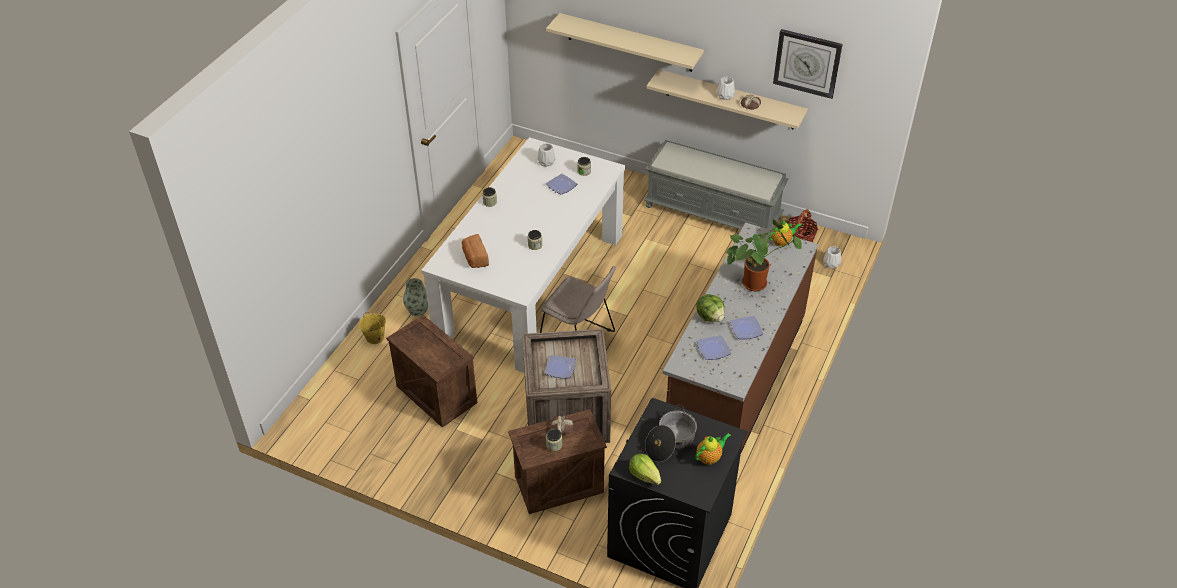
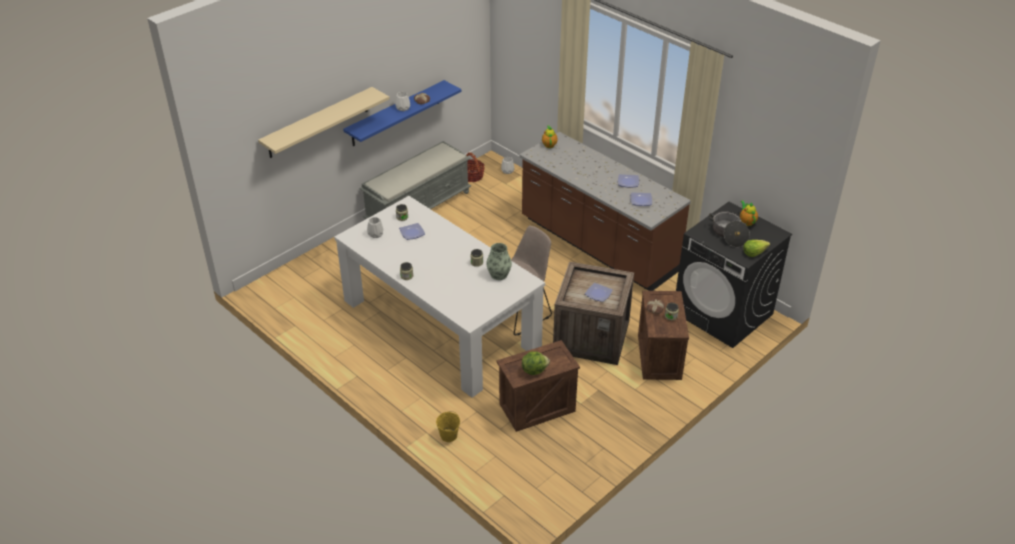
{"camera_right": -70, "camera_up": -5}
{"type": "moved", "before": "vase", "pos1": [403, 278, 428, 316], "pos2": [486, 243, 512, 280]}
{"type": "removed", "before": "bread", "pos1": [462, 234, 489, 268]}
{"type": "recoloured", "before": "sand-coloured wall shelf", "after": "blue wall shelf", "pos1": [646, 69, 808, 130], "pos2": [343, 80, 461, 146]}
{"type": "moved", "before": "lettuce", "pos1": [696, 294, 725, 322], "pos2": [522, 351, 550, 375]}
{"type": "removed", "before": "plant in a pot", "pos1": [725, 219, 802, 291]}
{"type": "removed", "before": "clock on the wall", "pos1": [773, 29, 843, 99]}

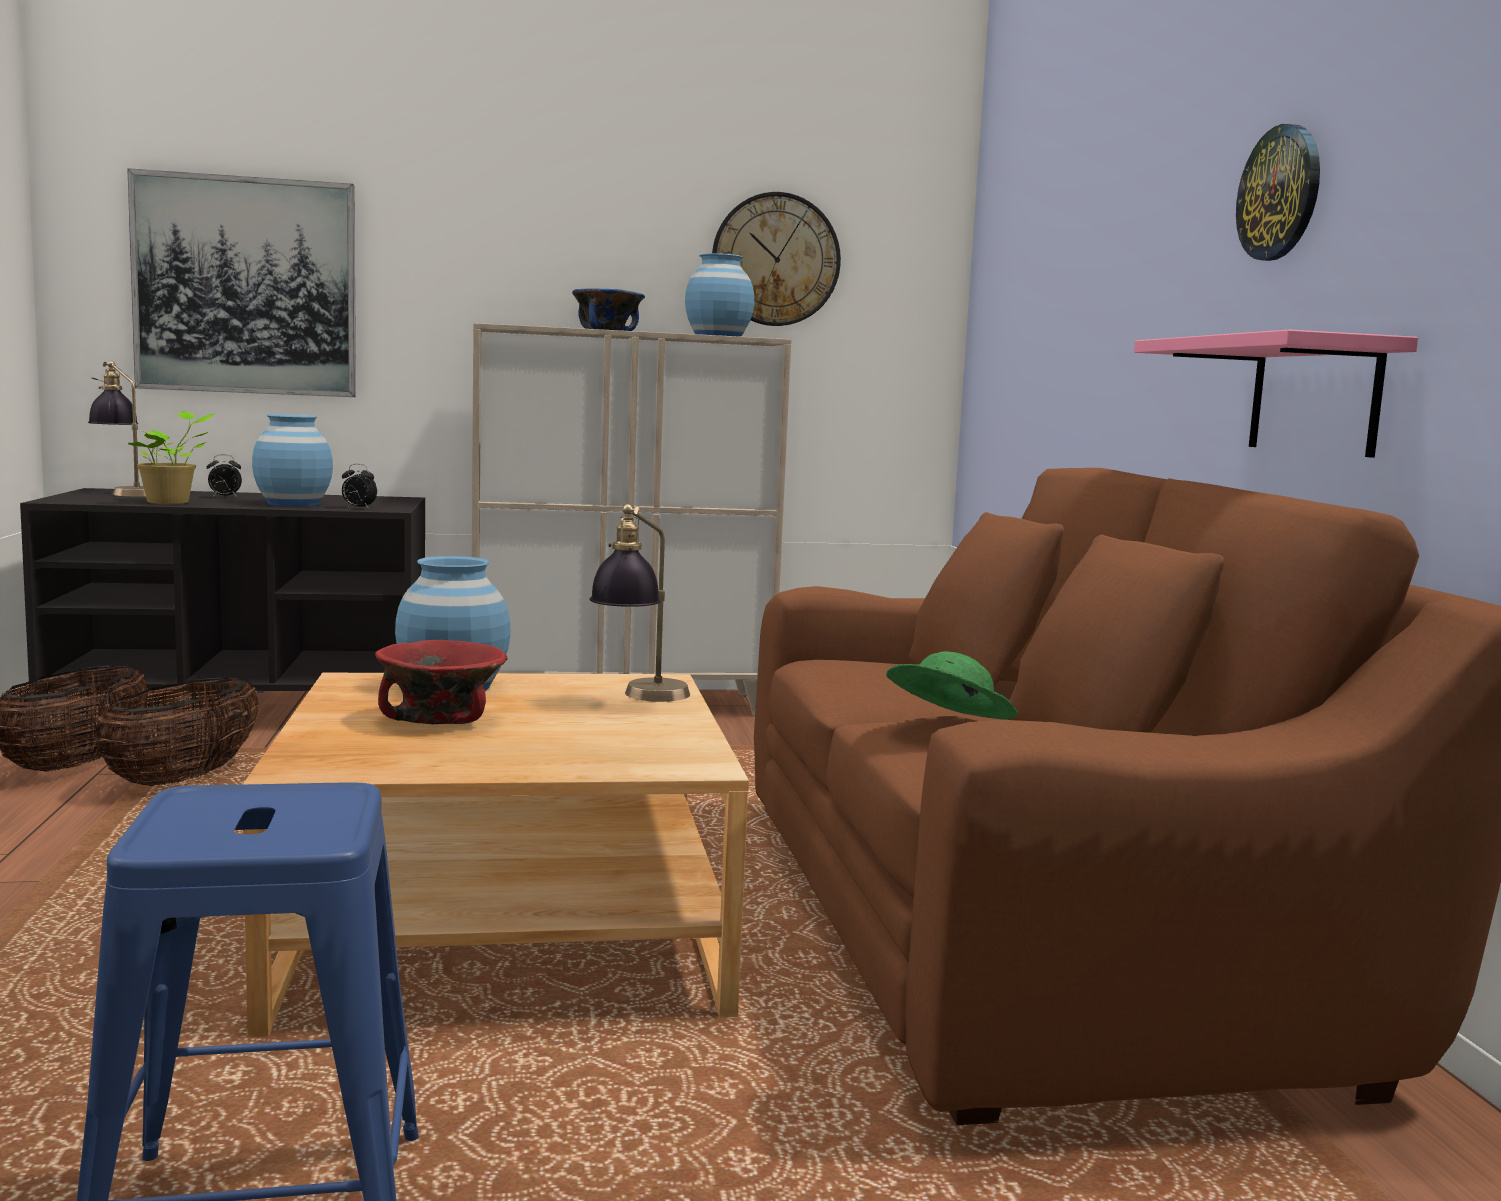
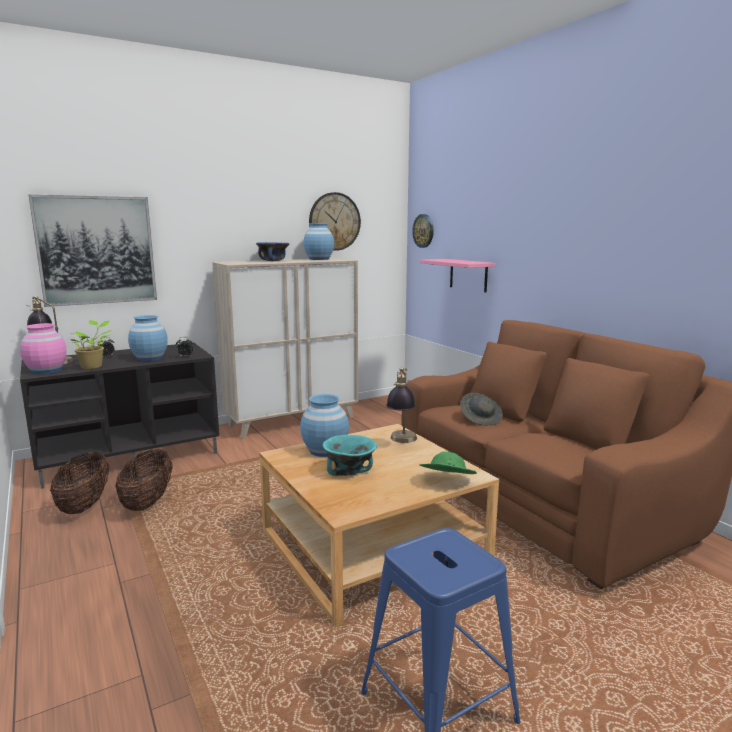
{"camera_right": -20, "camera_up": 5}
{"type": "recoloured", "before": "red-coloured deep dish", "after": "turquoise-coloured deep dish", "pos1": [375, 640, 507, 724], "pos2": [323, 435, 377, 476]}
{"type": "moved", "before": "greenish hat", "pos1": [886, 651, 1018, 720], "pos2": [419, 452, 477, 474]}
{"type": "moved", "before": "pink-coloured wall shelf", "pos1": [1134, 330, 1418, 458], "pos2": [419, 259, 496, 292]}
{"type": "moved", "before": "clock on the wall", "pos1": [1236, 124, 1320, 261], "pos2": [412, 214, 434, 248]}
{"type": "added", "after": "pink-coloured vase", "pos2": [20, 323, 67, 374]}
{"type": "added", "after": "gray hat", "pos2": [460, 393, 503, 426]}

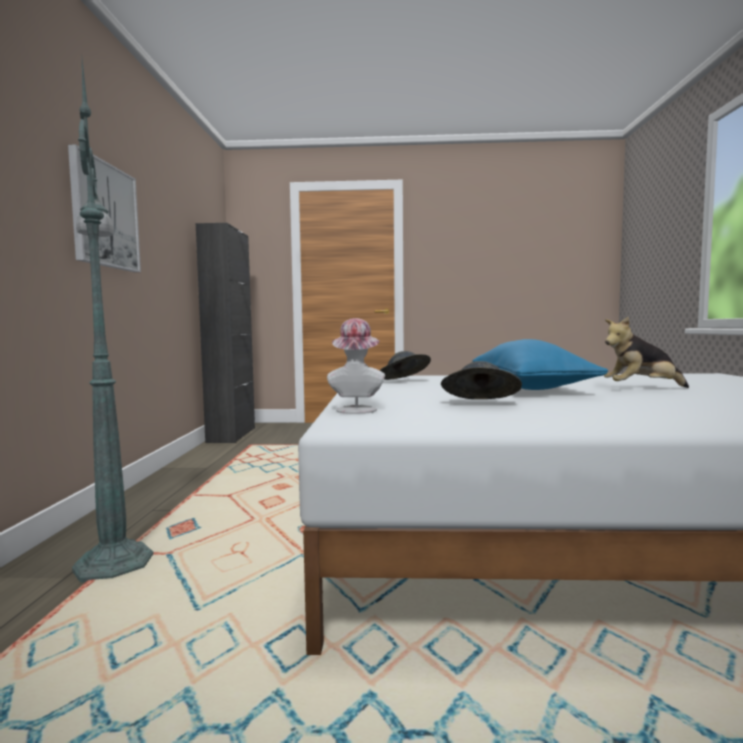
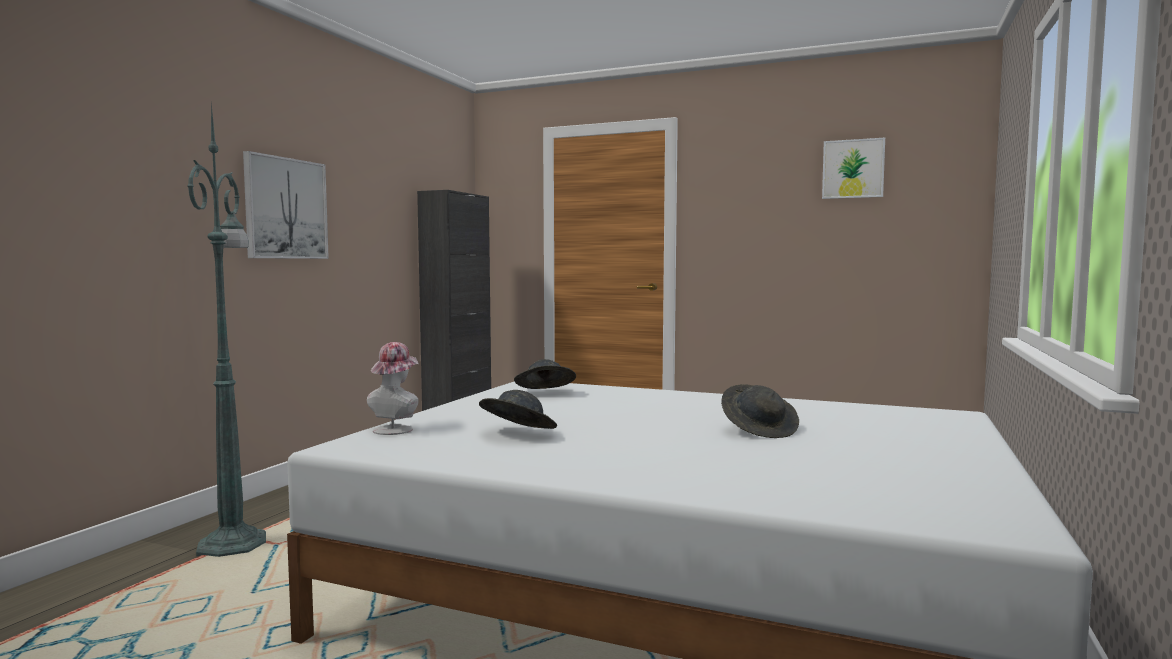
{"camera_right": 20, "camera_up": 0}
{"type": "removed", "before": "blue cushion", "pos1": [472, 339, 608, 390]}
{"type": "replaced", "before": "soft toy", "after": "gray hat", "pos1": [604, 316, 689, 388], "pos2": [721, 384, 799, 438]}
{"type": "added", "after": "wall art", "pos2": [822, 138, 885, 199]}

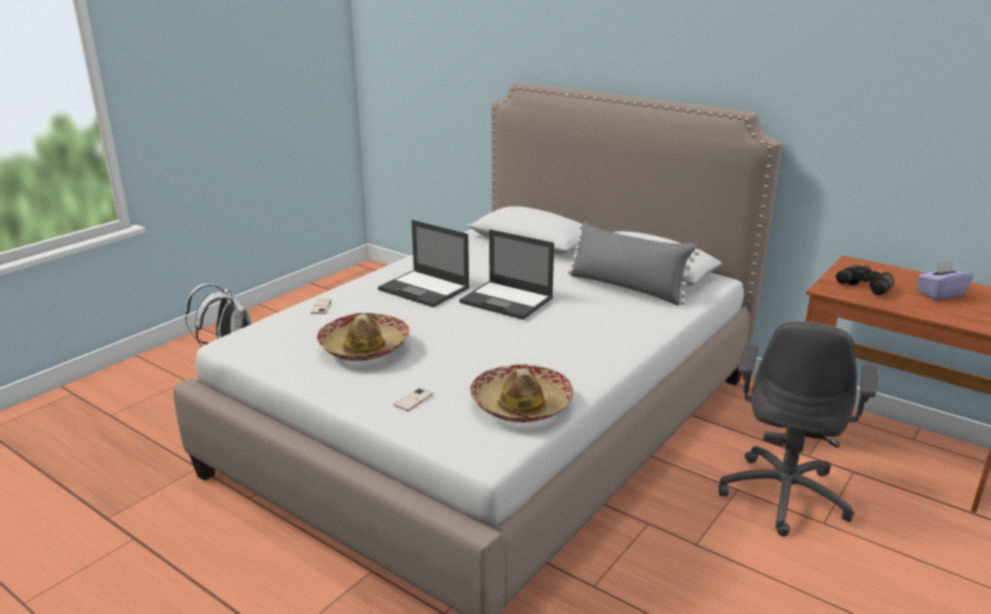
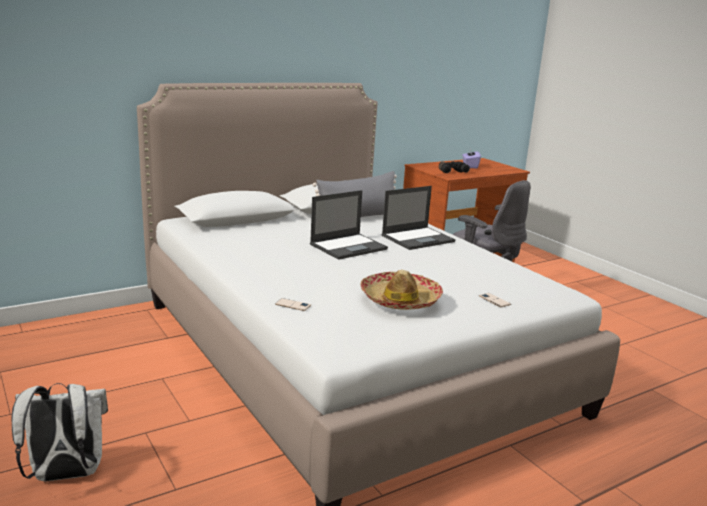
{"camera_right": -70, "camera_up": -5}
{"type": "moved", "before": "laptop", "pos1": [378, 220, 470, 307], "pos2": [382, 186, 455, 250]}
{"type": "removed", "before": "hat", "pos1": [470, 364, 573, 422]}

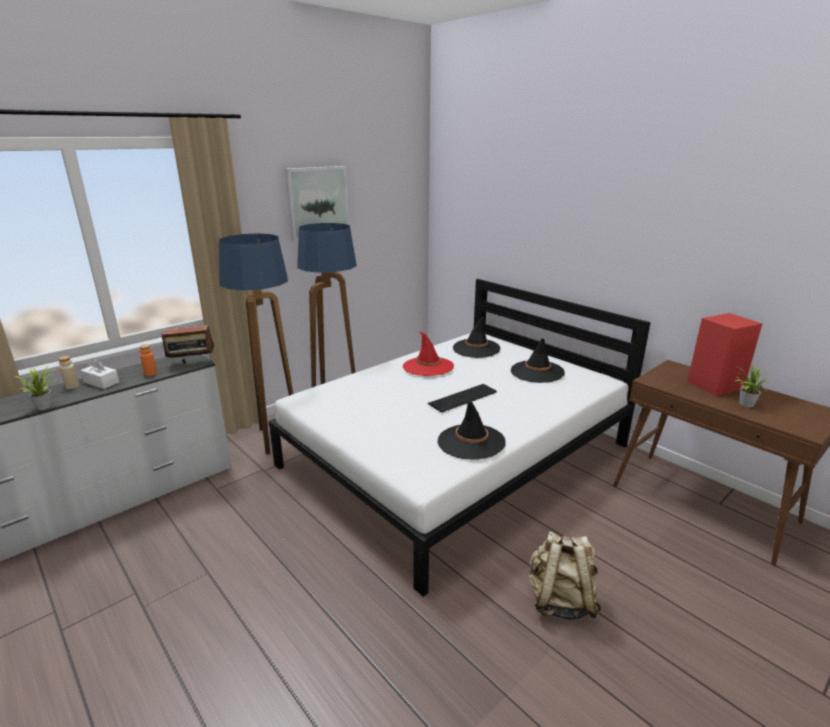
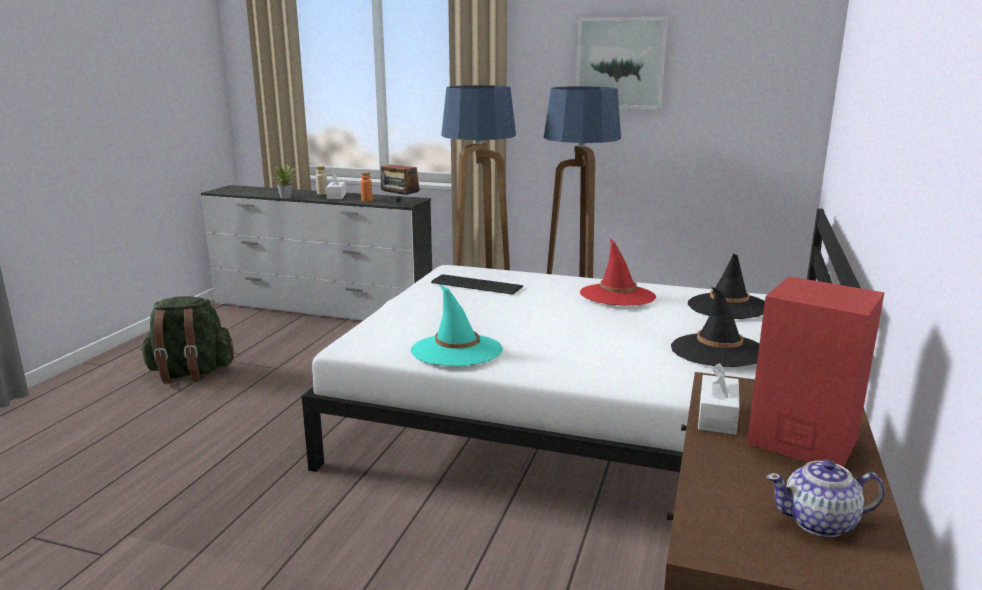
{"camera_right": 60, "camera_up": -5}
{"type": "moved", "before": "keyboard", "pos1": [428, 384, 497, 413], "pos2": [431, 274, 523, 295]}
{"type": "recoloured", "before": "black hat", "after": "turquoise-coloured hat", "pos1": [438, 401, 506, 460], "pos2": [411, 284, 503, 366]}
{"type": "removed", "before": "sand-coloured knapsack", "pos1": [528, 531, 601, 620]}
{"type": "removed", "before": "plant in a pot", "pos1": [735, 364, 767, 407]}
{"type": "added", "after": "greenish knapsack", "pos2": [141, 296, 234, 384]}
{"type": "added", "after": "white tissue holder", "pos2": [698, 363, 740, 435]}
{"type": "added", "after": "teapot", "pos2": [766, 460, 885, 537]}

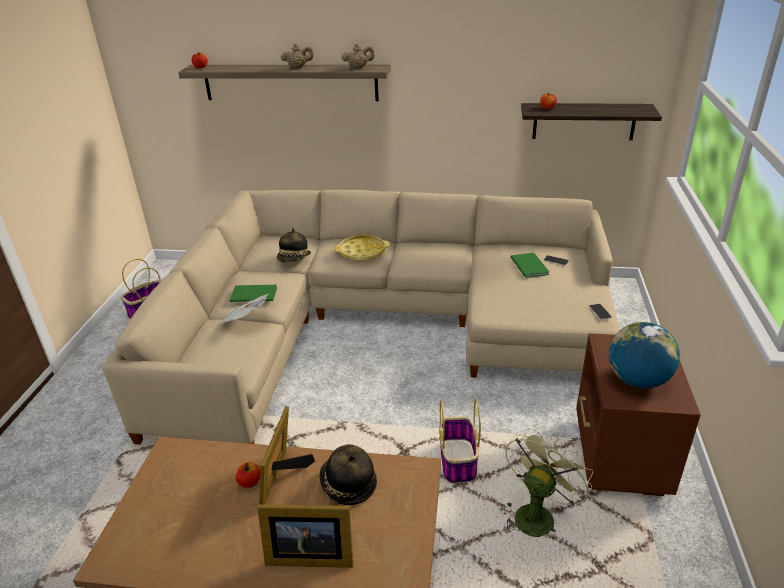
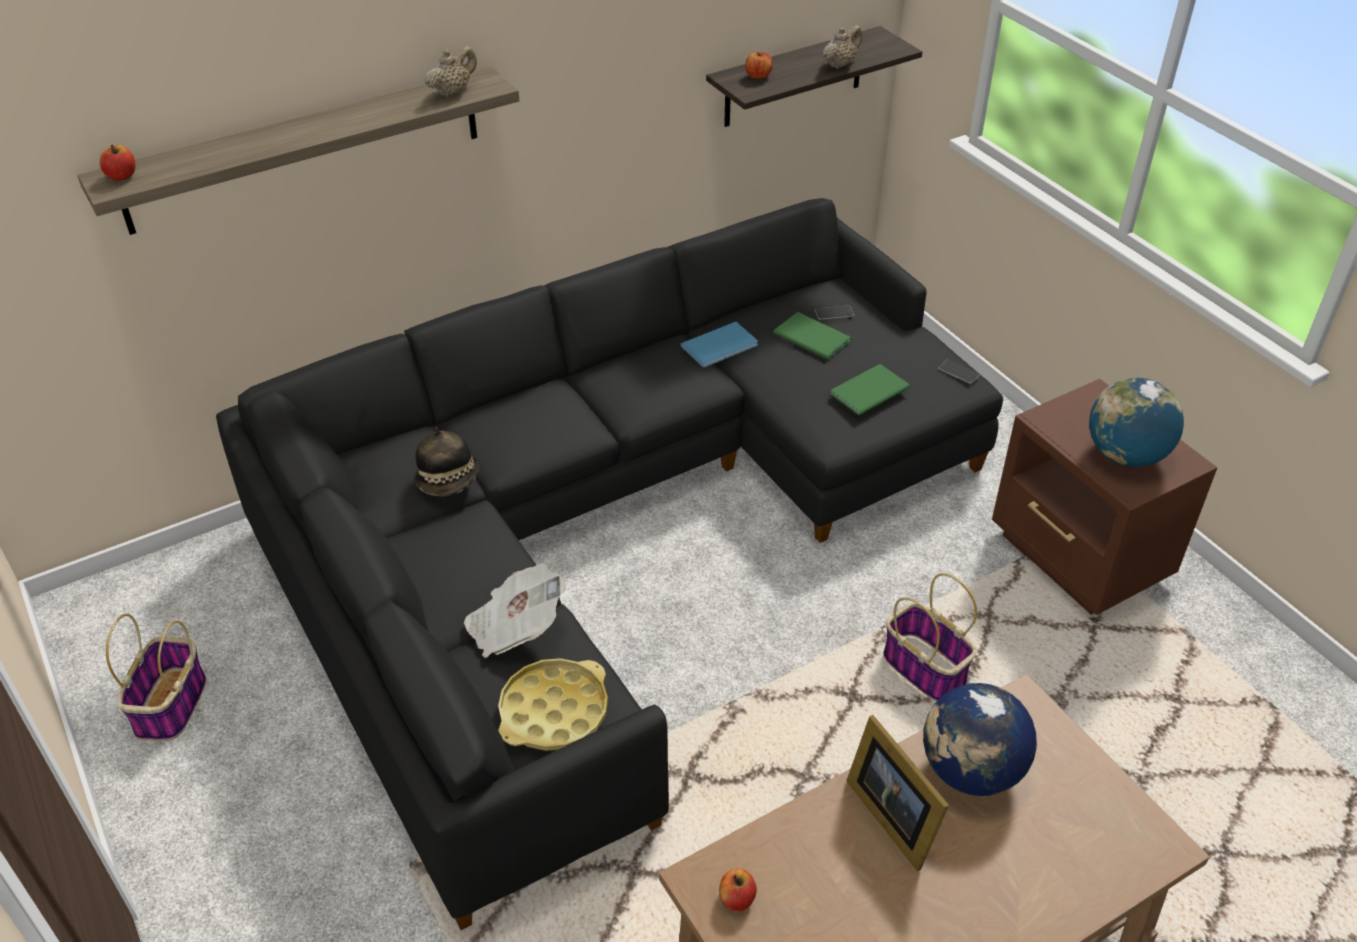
{"camera_right": -40, "camera_up": 10}
{"type": "recoloured", "before": "sand-coloured settee", "after": "black settee", "pos1": [102, 190, 620, 445], "pos2": [216, 198, 1003, 930]}
{"type": "moved", "before": "greenish volume", "pos1": [230, 285, 277, 302], "pos2": [831, 364, 910, 416]}
{"type": "moved", "before": "whole apple", "pos1": [235, 462, 260, 488], "pos2": [719, 868, 757, 911]}
{"type": "removed", "before": "photo frame", "pos1": [257, 504, 353, 568]}
{"type": "moved", "before": "sand-coloured teapot", "pos1": [281, 44, 314, 68], "pos2": [822, 25, 862, 69]}
{"type": "replaced", "before": "hat", "after": "desk globe", "pos1": [319, 444, 377, 505], "pos2": [923, 683, 1037, 796]}
{"type": "moved", "before": "yellowish tray", "pos1": [334, 235, 390, 261], "pos2": [498, 658, 608, 751]}
{"type": "removed", "before": "greenish electric fan", "pos1": [502, 428, 593, 537]}
{"type": "added", "after": "blue volume", "pos2": [680, 322, 758, 367]}

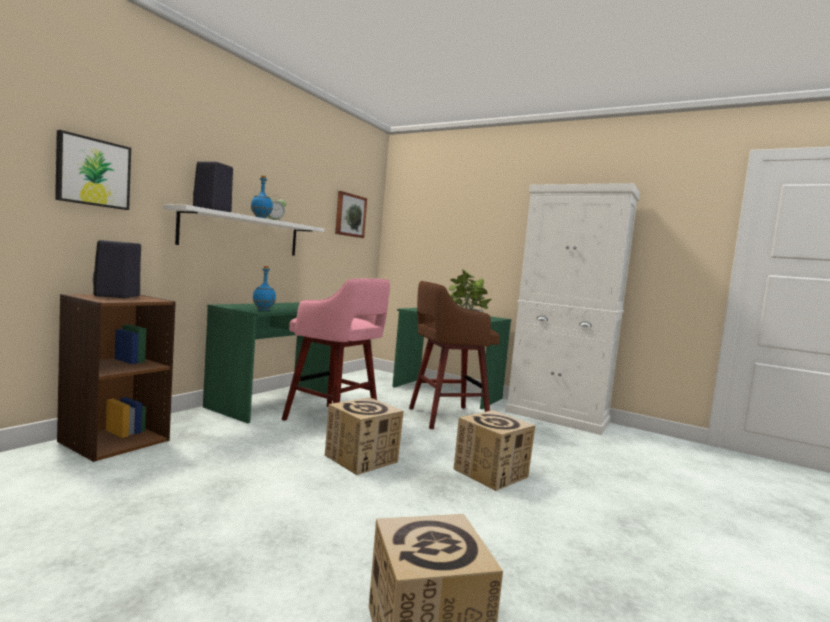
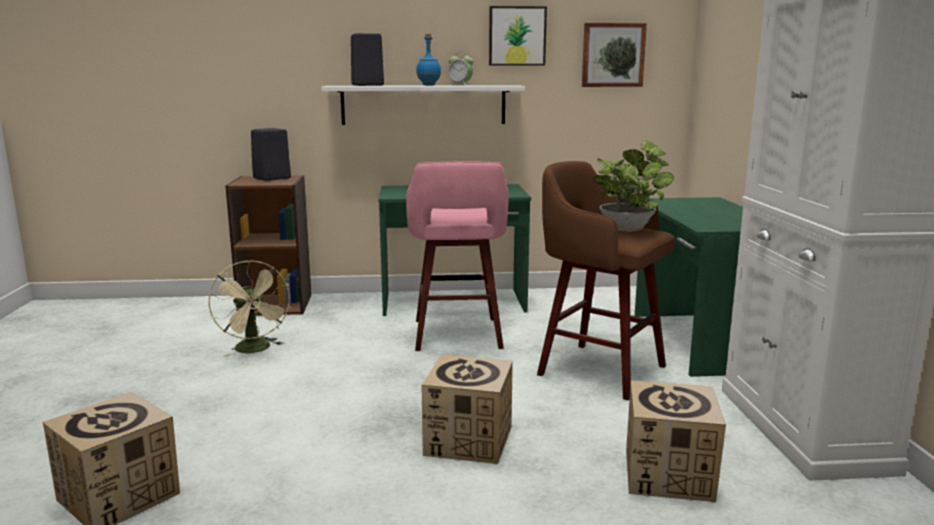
{"camera_right": 55, "camera_up": 10}
{"type": "moved", "before": "wall art", "pos1": [55, 130, 131, 210], "pos2": [489, 6, 547, 66]}
{"type": "removed", "before": "blue beverage bottle", "pos1": [253, 266, 276, 311]}
{"type": "moved", "before": "packing box", "pos1": [325, 397, 404, 475], "pos2": [626, 380, 726, 502]}
{"type": "added", "after": "sand-coloured electric fan", "pos2": [209, 260, 291, 357]}

